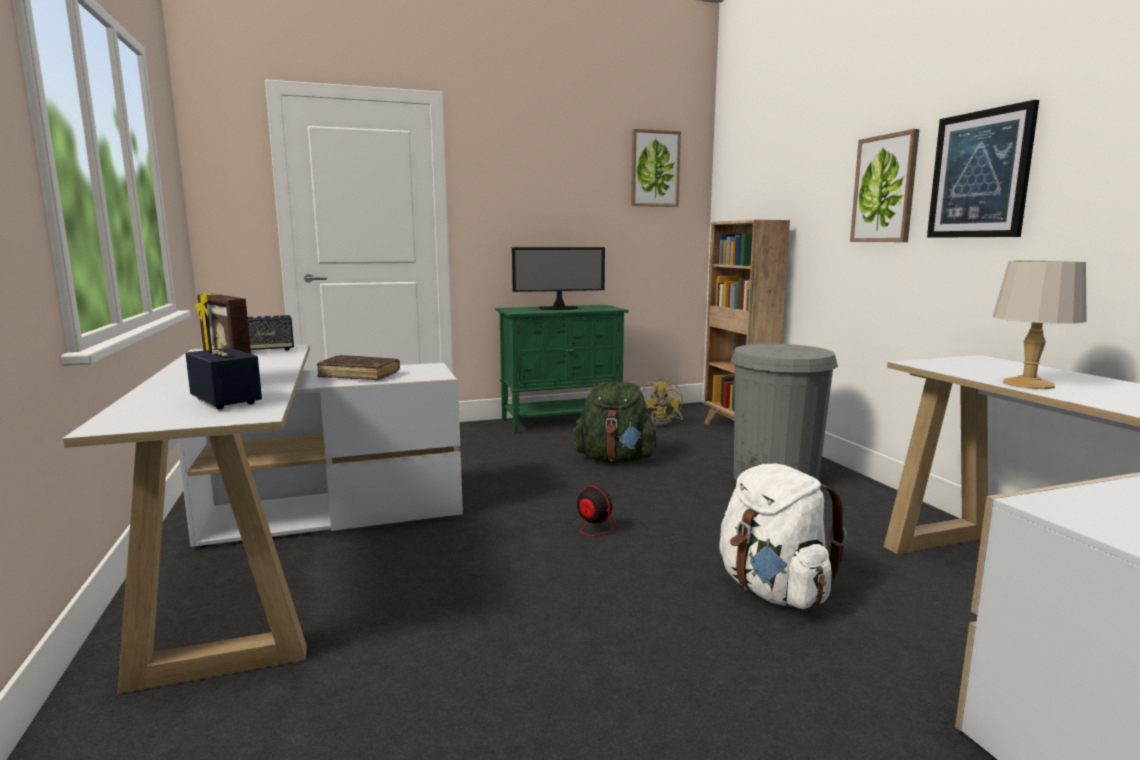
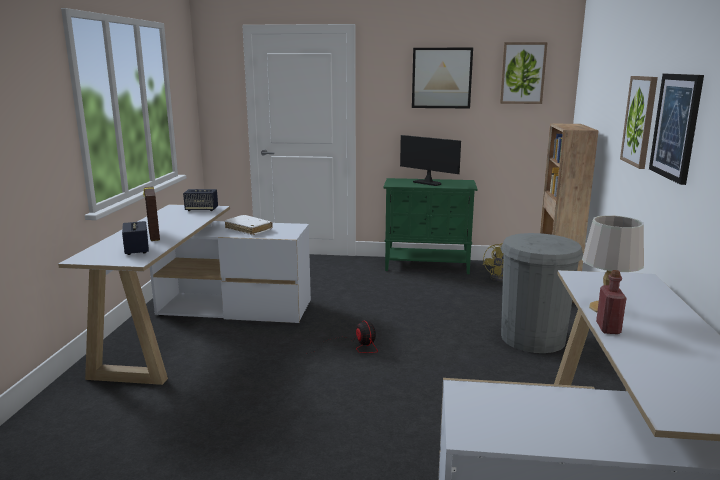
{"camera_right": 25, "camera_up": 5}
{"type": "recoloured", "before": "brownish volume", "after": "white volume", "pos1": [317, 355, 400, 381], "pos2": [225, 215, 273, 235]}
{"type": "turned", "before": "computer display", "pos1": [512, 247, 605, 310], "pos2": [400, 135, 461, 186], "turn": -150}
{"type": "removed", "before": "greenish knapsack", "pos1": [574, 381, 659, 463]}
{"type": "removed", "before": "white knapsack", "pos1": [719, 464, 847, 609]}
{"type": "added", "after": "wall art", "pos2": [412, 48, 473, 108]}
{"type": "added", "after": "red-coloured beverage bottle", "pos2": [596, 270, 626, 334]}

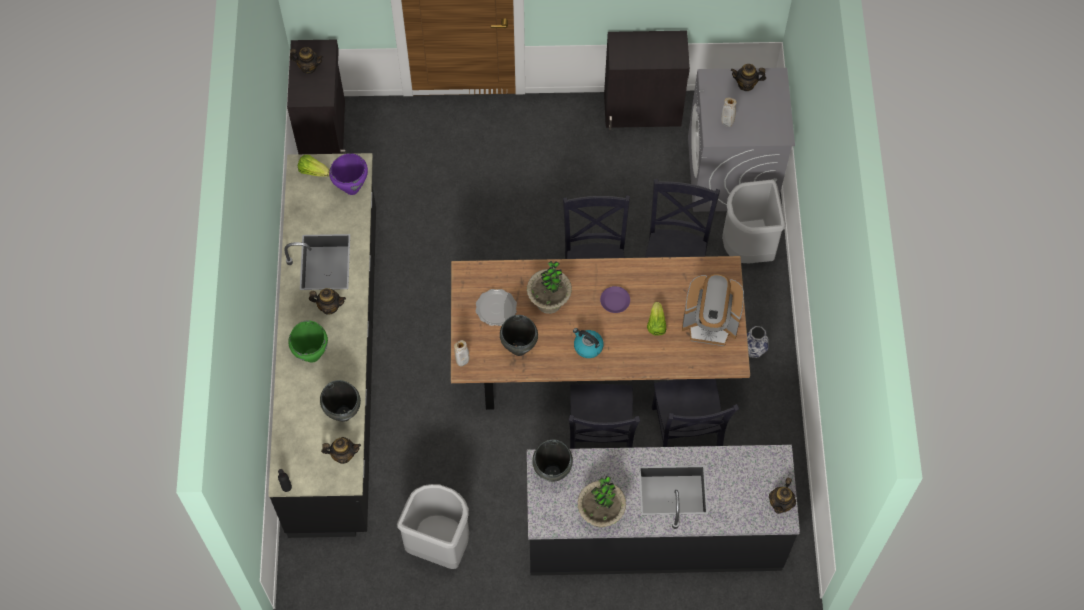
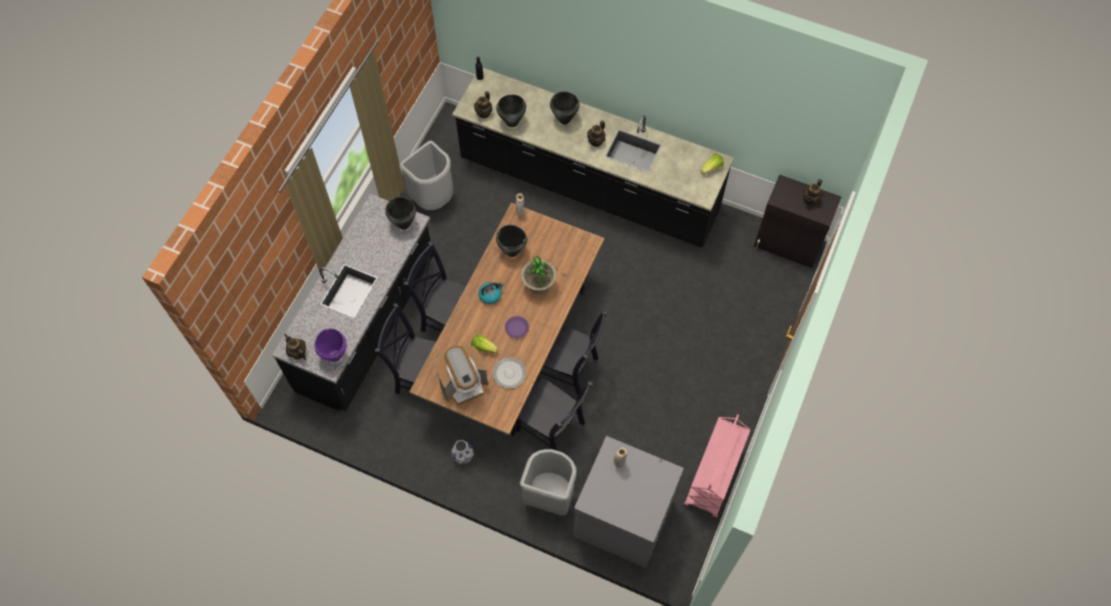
{"camera_right": 115, "camera_up": 0}
{"type": "recoloured", "before": "greenish stockpot", "after": "black stockpot", "pos1": [288, 320, 328, 363], "pos2": [550, 91, 580, 124]}
{"type": "moved", "before": "purple-coloured stockpot", "pos1": [329, 153, 368, 195], "pos2": [315, 328, 347, 362]}
{"type": "moved", "before": "dinner plate", "pos1": [476, 289, 517, 326], "pos2": [492, 357, 526, 389]}
{"type": "removed", "before": "plant in a pot", "pos1": [577, 476, 626, 527]}
{"type": "replaced", "before": "black cupboard", "after": "pink-coloured wheeled cart", "pos1": [604, 31, 690, 130], "pos2": [684, 414, 750, 518]}
{"type": "turned", "before": "coffee brewer", "pos1": [682, 274, 744, 346], "pos2": [435, 345, 488, 405], "turn": -150}
{"type": "removed", "before": "teapot", "pos1": [731, 64, 766, 91]}

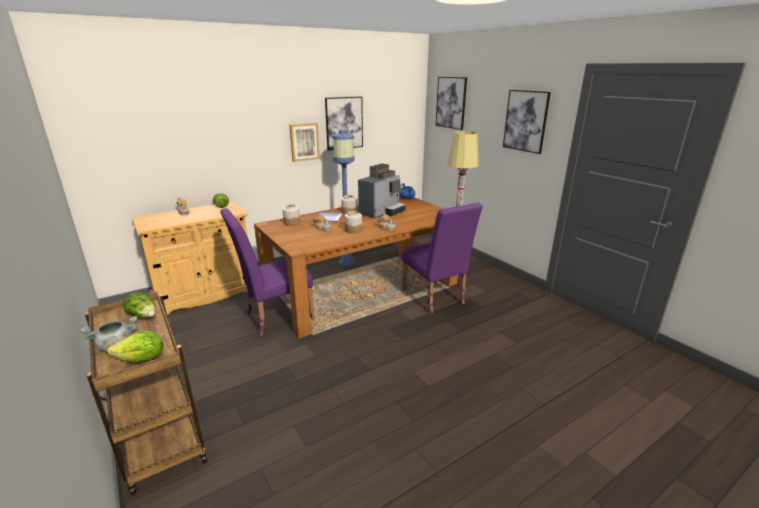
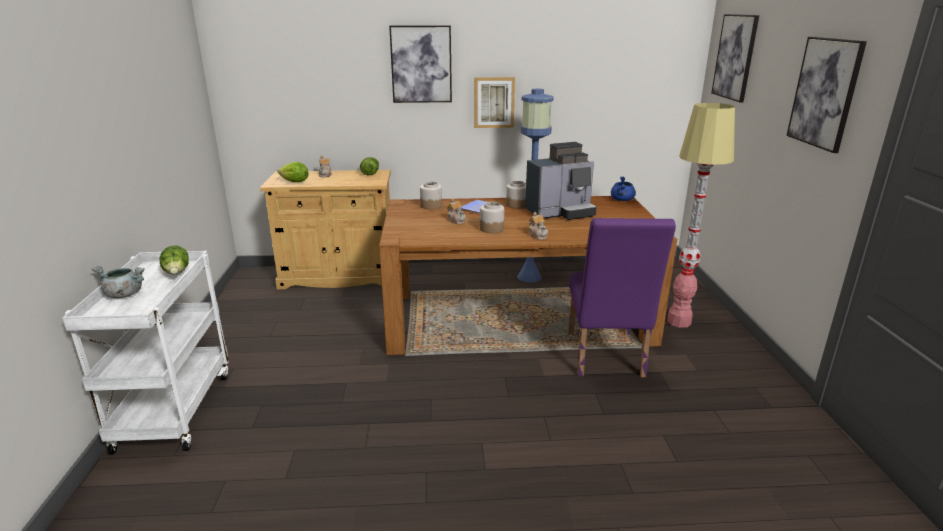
{"camera_right": 30, "camera_up": 0}
{"type": "recoloured", "before": "brownish wheeled cart", "after": "white wheeled cart", "pos1": [85, 291, 207, 496], "pos2": [62, 251, 229, 454]}
{"type": "moved", "before": "lettuce", "pos1": [107, 331, 163, 363], "pos2": [278, 162, 309, 182]}
{"type": "removed", "before": "purple-coloured plain chair", "pos1": [220, 208, 315, 336]}
{"type": "moved", "before": "wall art", "pos1": [325, 97, 363, 151], "pos2": [389, 26, 452, 103]}

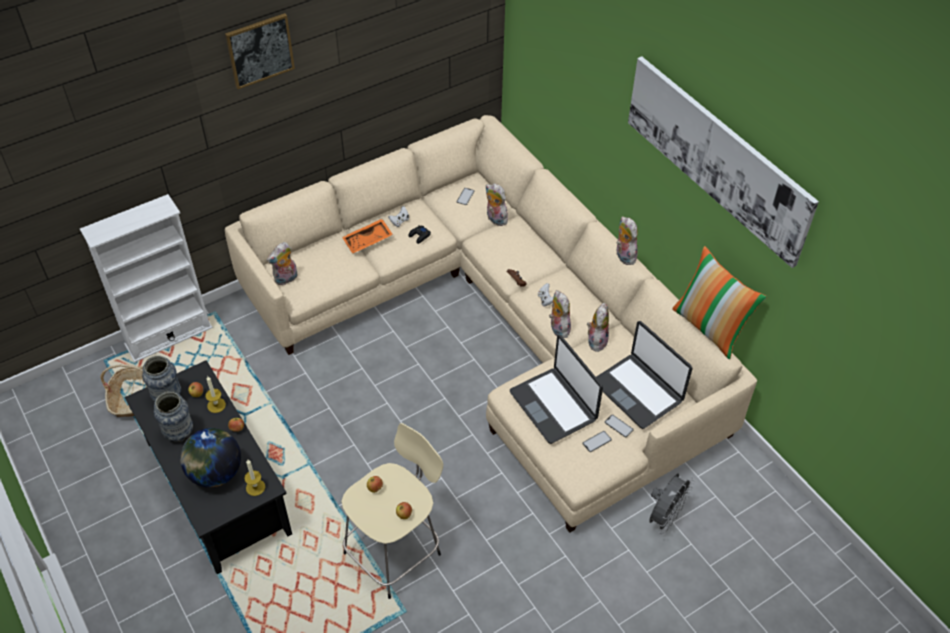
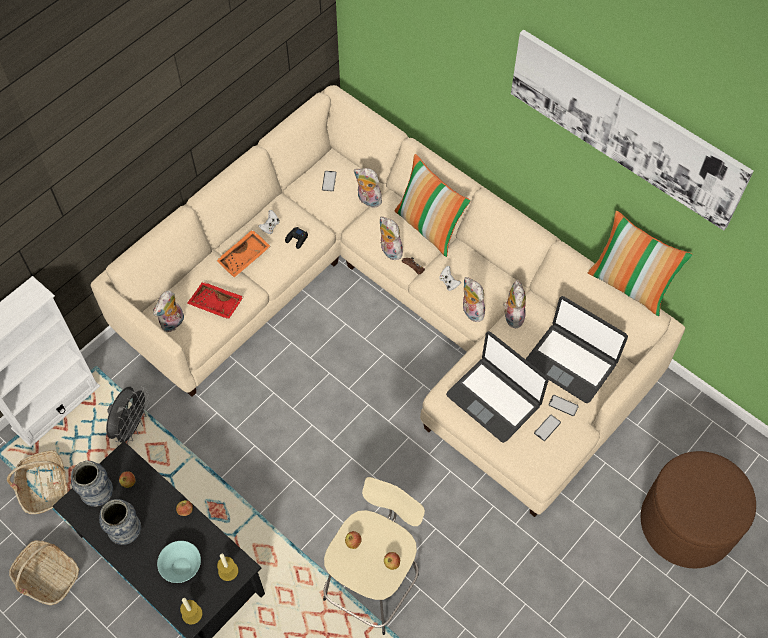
{"camera_right": -15, "camera_up": 10}
{"type": "replaced", "before": "desk globe", "after": "turquoise-coloured deep dish", "pos1": [180, 428, 241, 488], "pos2": [157, 541, 201, 583]}
{"type": "moved", "before": "wax light", "pos1": [205, 376, 226, 413], "pos2": [180, 598, 202, 625]}
{"type": "removed", "before": "wall art", "pos1": [225, 13, 295, 89]}
{"type": "moved", "before": "soft toy", "pos1": [616, 216, 638, 265], "pos2": [380, 216, 403, 260]}
{"type": "moved", "before": "gray electric fan", "pos1": [649, 473, 694, 534], "pos2": [106, 387, 150, 446]}
{"type": "added", "after": "basket", "pos2": [9, 540, 79, 605]}
{"type": "added", "after": "red-coloured tray", "pos2": [187, 282, 243, 319]}
{"type": "added", "after": "cushion", "pos2": [395, 154, 471, 257]}
{"type": "added", "after": "brownish footrest", "pos2": [641, 451, 756, 568]}

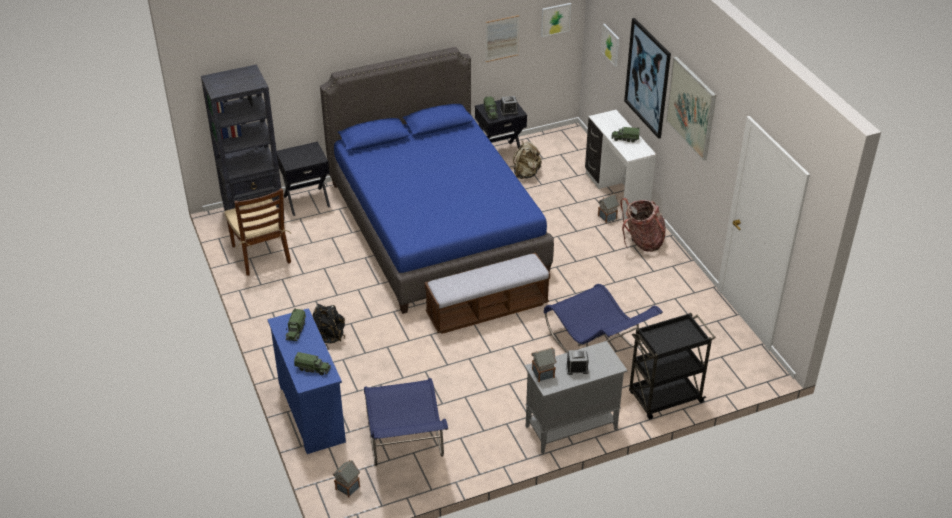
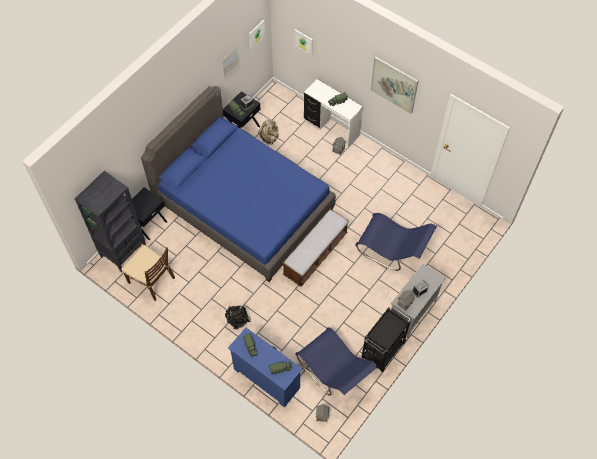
{"camera_right": -30, "camera_up": 20}
{"type": "removed", "before": "knapsack", "pos1": [620, 198, 665, 252]}
{"type": "removed", "before": "wall art", "pos1": [624, 18, 671, 139]}
{"type": "moved", "before": "black wheeled cart", "pos1": [629, 313, 716, 419], "pos2": [362, 306, 411, 372]}

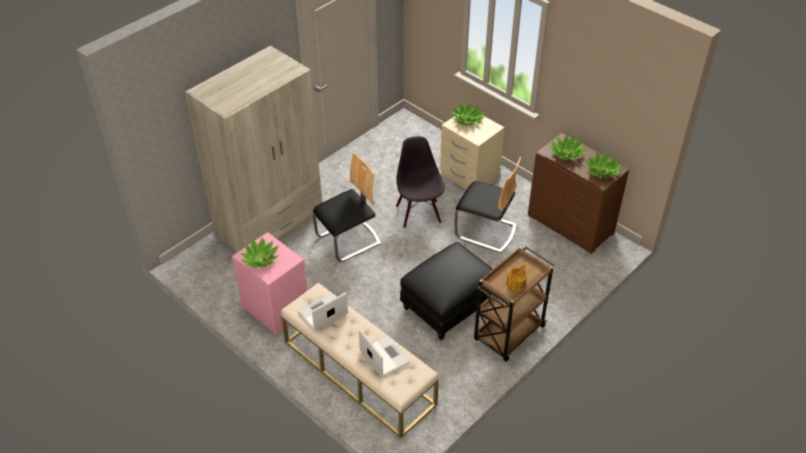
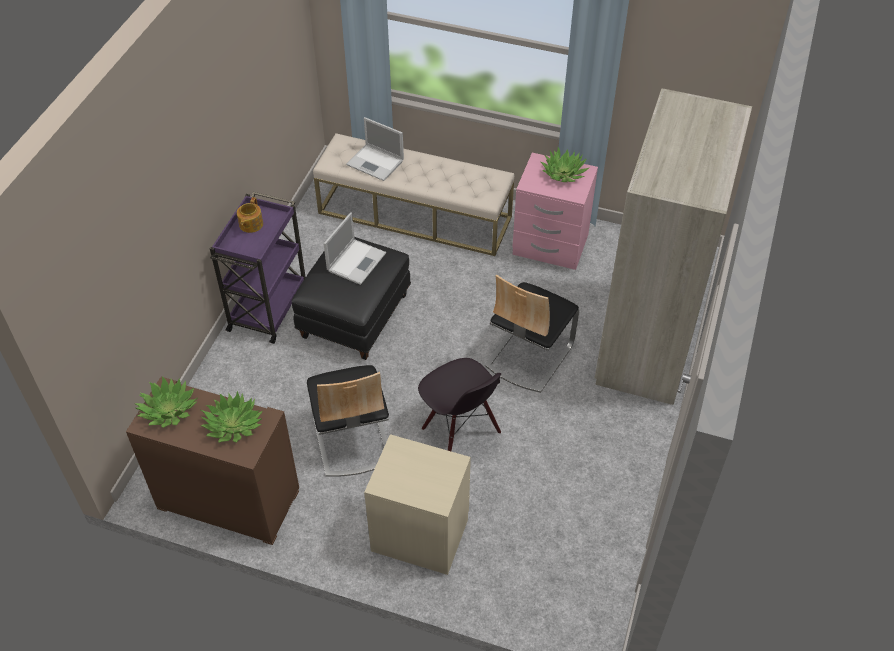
{"camera_right": 155, "camera_up": 5}
{"type": "moved", "before": "laptop", "pos1": [298, 292, 348, 331], "pos2": [324, 212, 386, 285]}
{"type": "removed", "before": "plant in a pot", "pos1": [451, 102, 485, 126]}
{"type": "turned", "before": "plain chair", "pos1": [455, 157, 521, 253], "pos2": [307, 365, 389, 477], "turn": -105}
{"type": "recoloured", "before": "brownish wheeled cart", "after": "purple-coloured wheeled cart", "pos1": [474, 246, 555, 362], "pos2": [210, 192, 306, 344]}

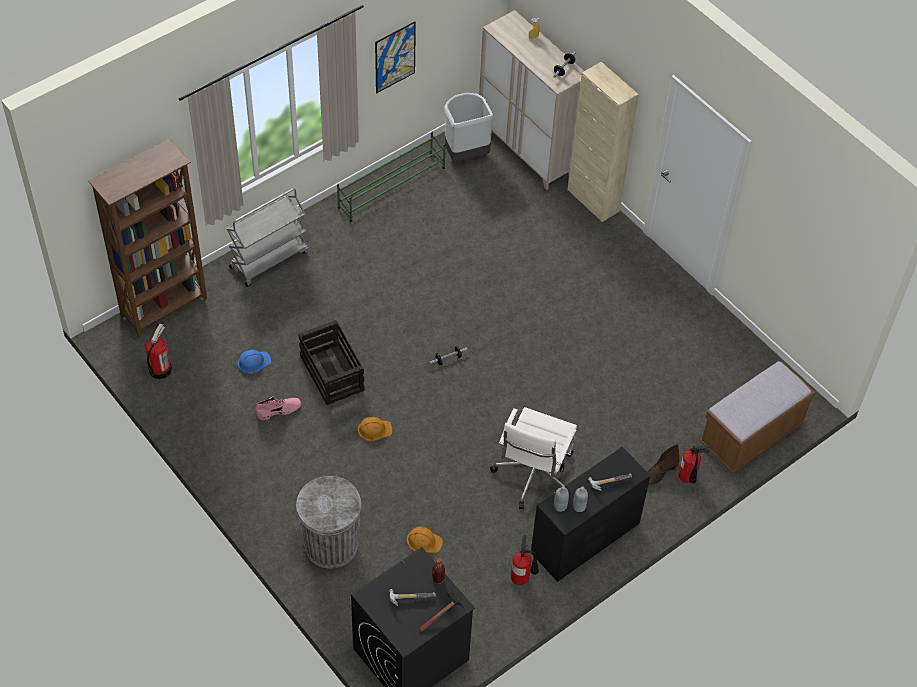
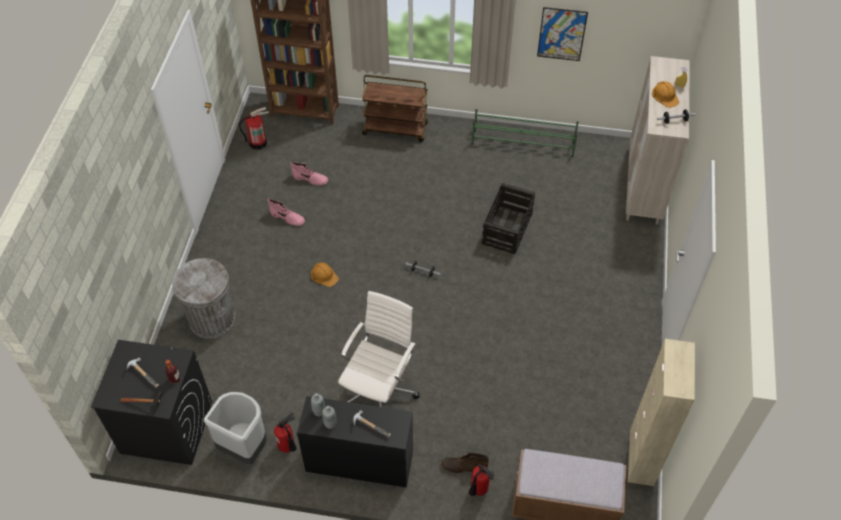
{"camera_right": 50, "camera_up": 0}
{"type": "recoloured", "before": "gray wheeled cart", "after": "brownish wheeled cart", "pos1": [227, 188, 309, 287], "pos2": [362, 75, 428, 142]}
{"type": "replaced", "before": "blue work helmet", "after": "pink-coloured tall boot", "pos1": [238, 350, 272, 374], "pos2": [291, 162, 328, 185]}
{"type": "moved", "before": "shipping crate", "pos1": [298, 320, 365, 405], "pos2": [482, 183, 535, 254]}
{"type": "moved", "before": "orange-coloured work helmet", "pos1": [407, 526, 443, 553], "pos2": [652, 81, 679, 108]}
{"type": "moved", "before": "gray waste bin", "pos1": [444, 93, 494, 162], "pos2": [204, 392, 267, 464]}
{"type": "turned", "before": "white desk chair", "pos1": [490, 407, 577, 509], "pos2": [338, 291, 420, 407], "turn": 135}
{"type": "moved", "before": "sand-coloured cupboard", "pos1": [568, 62, 639, 222], "pos2": [628, 339, 695, 486]}

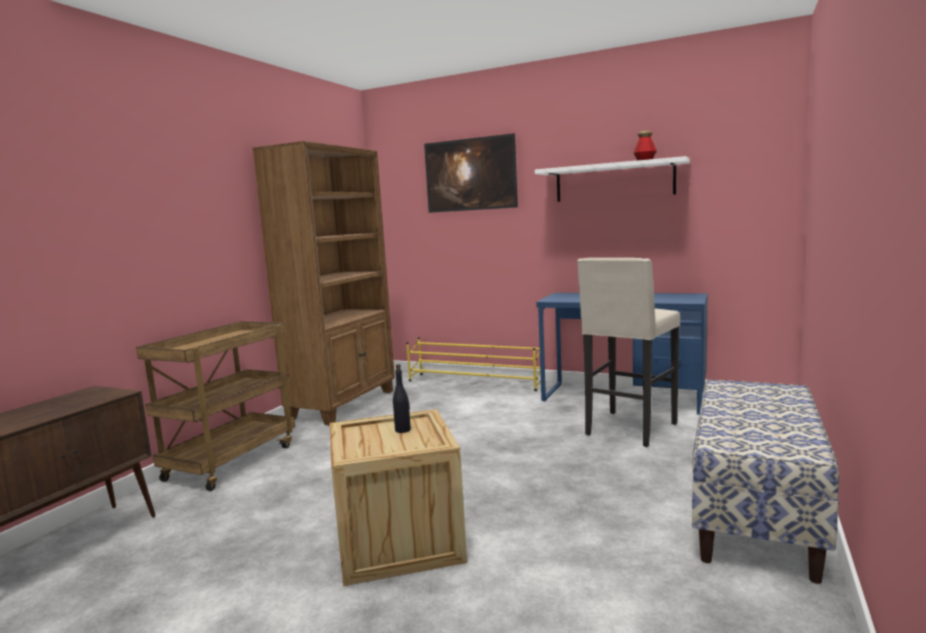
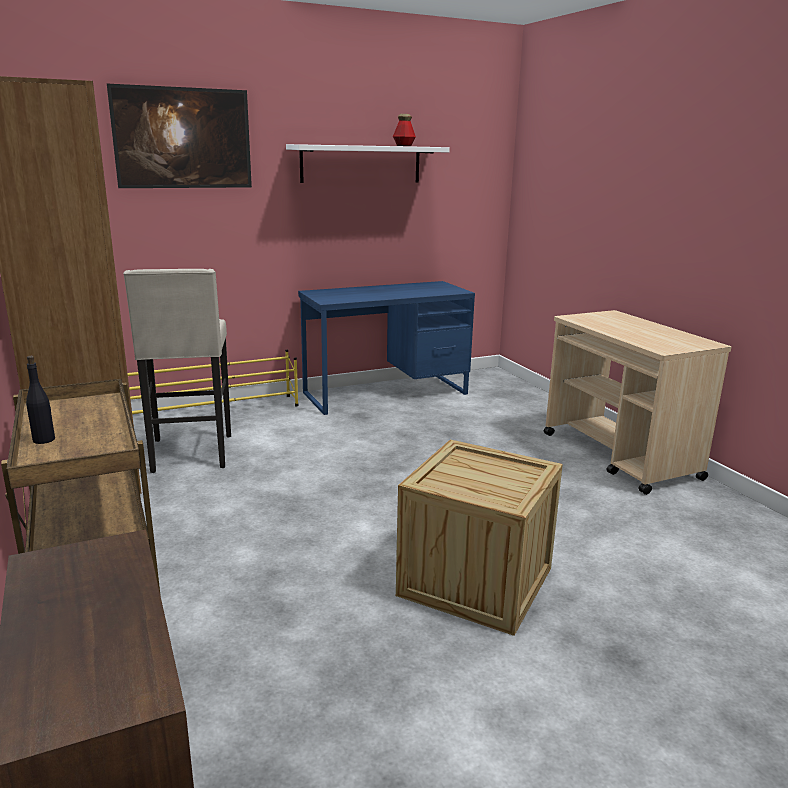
{"camera_right": -50, "camera_up": 10}
{"type": "moved", "before": "black beverage bottle", "pos1": [393, 364, 411, 433], "pos2": [26, 356, 55, 444]}
{"type": "moved", "before": "sand-coloured sitting stool", "pos1": [577, 258, 680, 447], "pos2": [123, 269, 231, 473]}
{"type": "replaced", "before": "long seat", "after": "sand-coloured wheeled cart", "pos1": [692, 380, 839, 584], "pos2": [543, 310, 732, 495]}

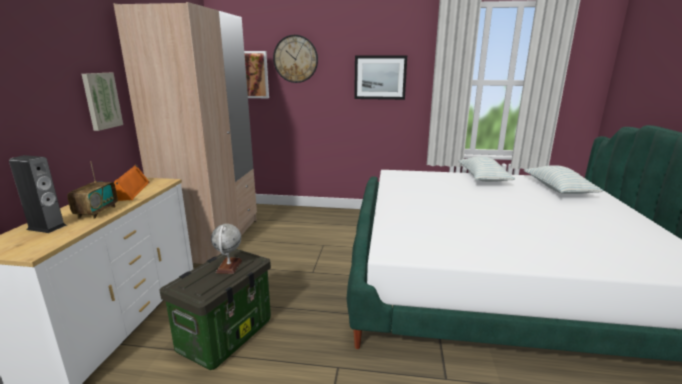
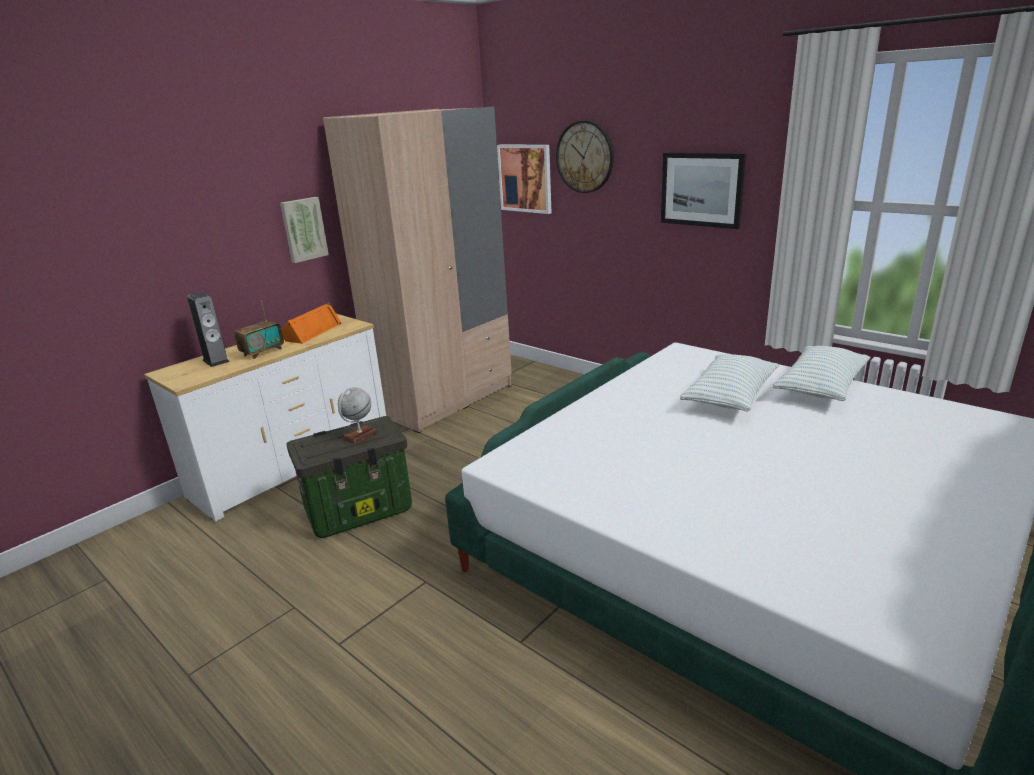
{"camera_right": 35, "camera_up": 5}
{"type": "moved", "before": "cushion", "pos1": [524, 165, 603, 194], "pos2": [680, 354, 779, 411]}

